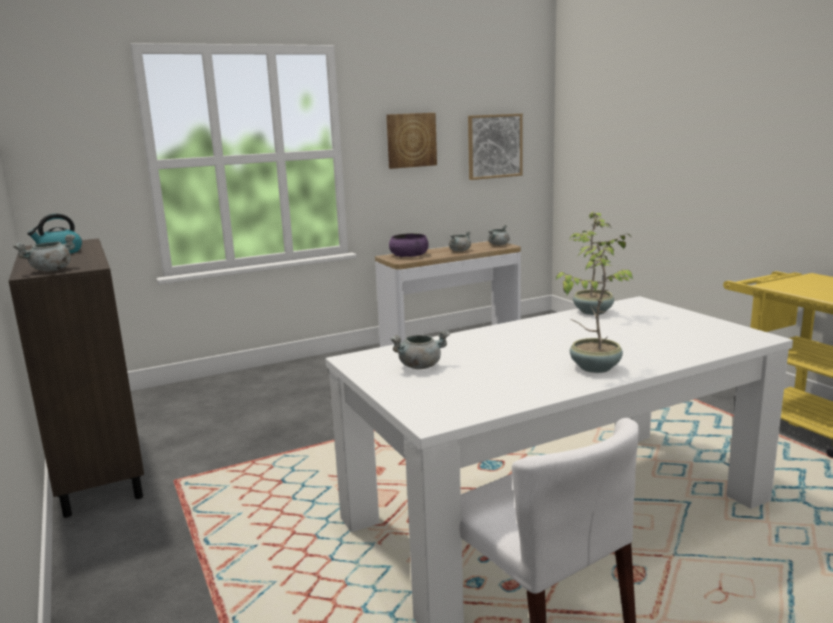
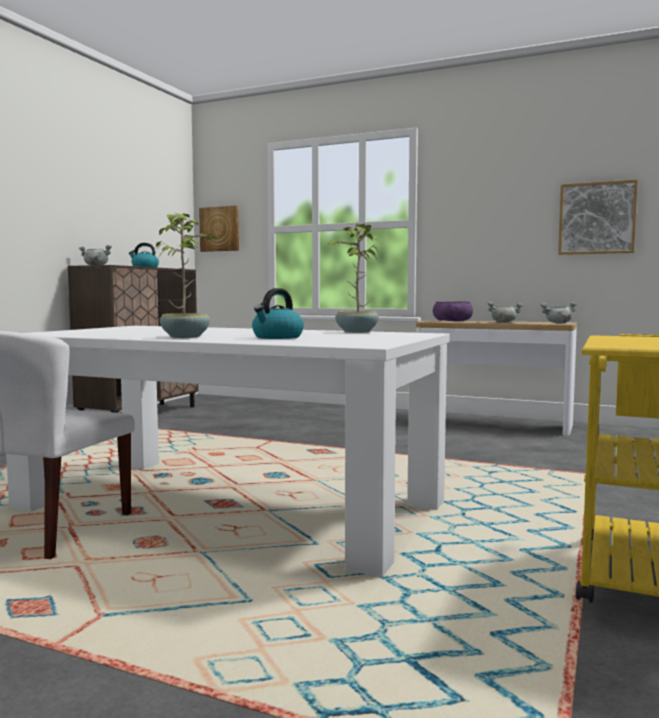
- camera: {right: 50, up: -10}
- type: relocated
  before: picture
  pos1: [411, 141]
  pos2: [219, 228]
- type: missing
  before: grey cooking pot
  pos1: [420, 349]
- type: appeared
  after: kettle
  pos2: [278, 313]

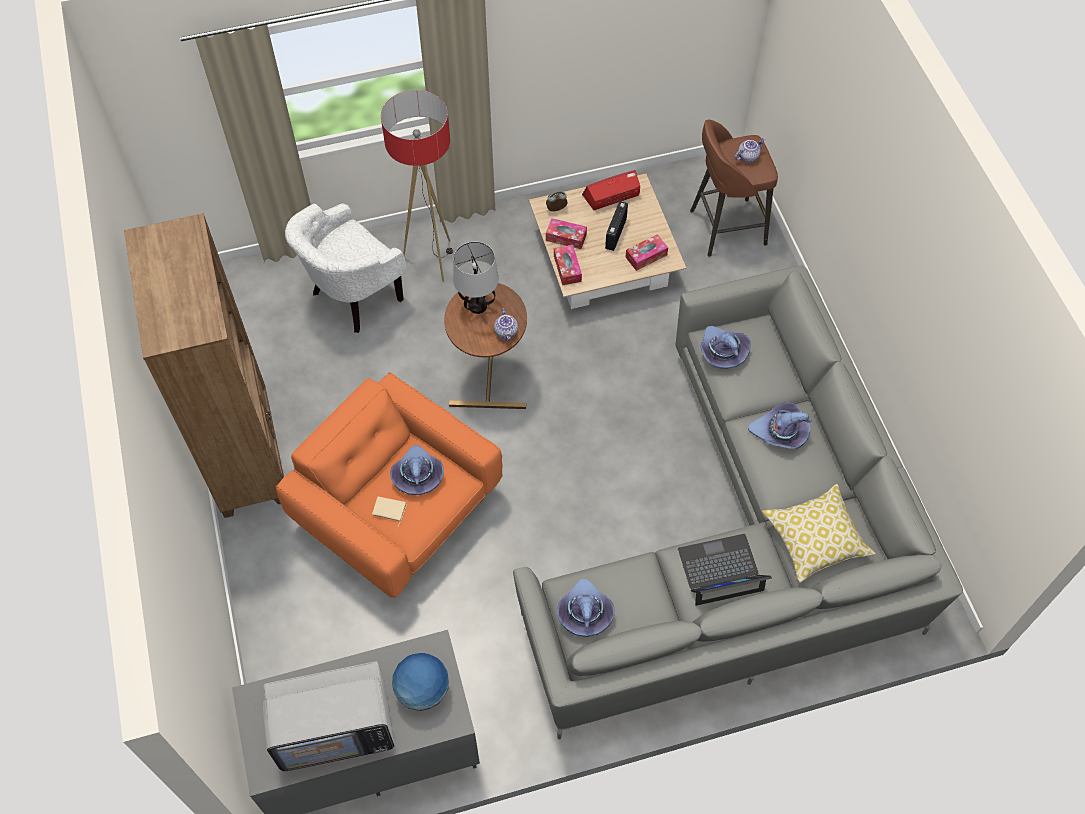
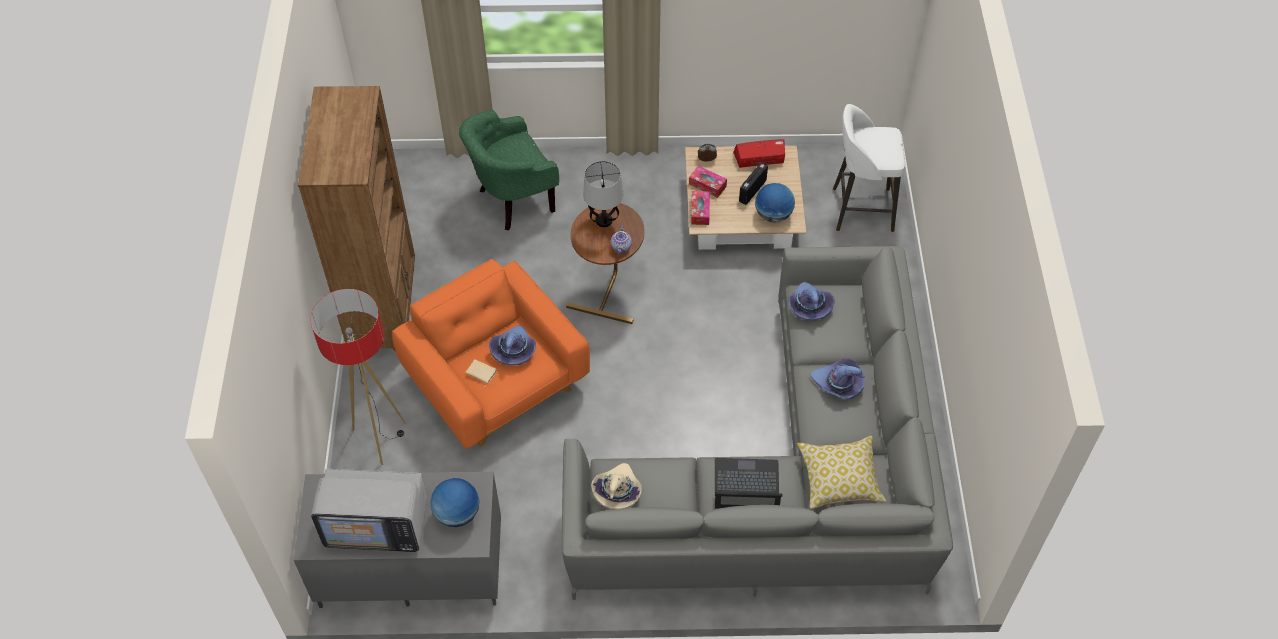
- camera: {right: 15, up: -5}
- type: relocated
  before: floor lamp
  pos1: [417, 186]
  pos2: [358, 377]
- type: colour
  before: brown stool
  after: white stool
  pos1: [734, 188]
  pos2: [869, 168]
- type: missing
  before: teapot
  pos1: [750, 150]
- type: colour
  before: white armchair
  after: green armchair
  pos1: [345, 268]
  pos2: [509, 170]
- type: exchanged
  before: tissue box
  after: globe
  pos1: [647, 252]
  pos2: [775, 203]
- type: colour
  before: purple hat
  after: beige hat
  pos1: [586, 607]
  pos2: [616, 486]

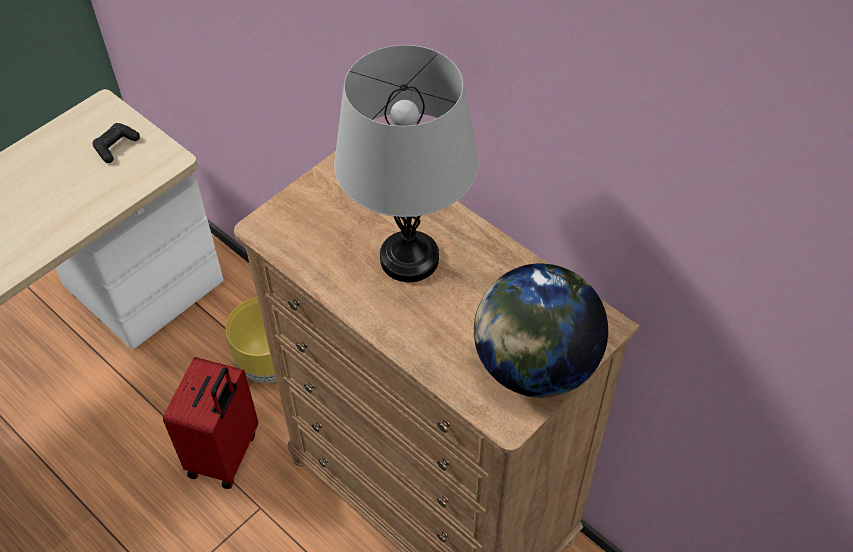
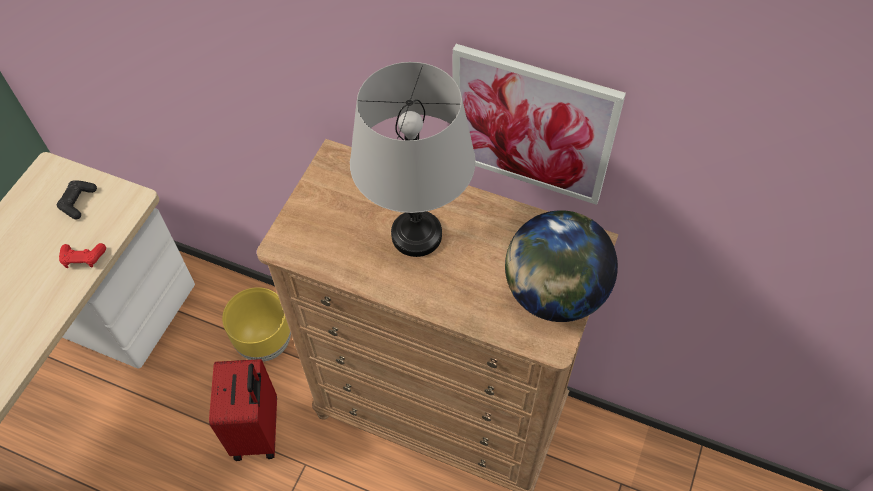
- camera: {right: -20, up: 5}
- type: appeared
  after: picture
  pos2: [539, 124]
- type: appeared
  after: red game controller
  pos2: [82, 255]

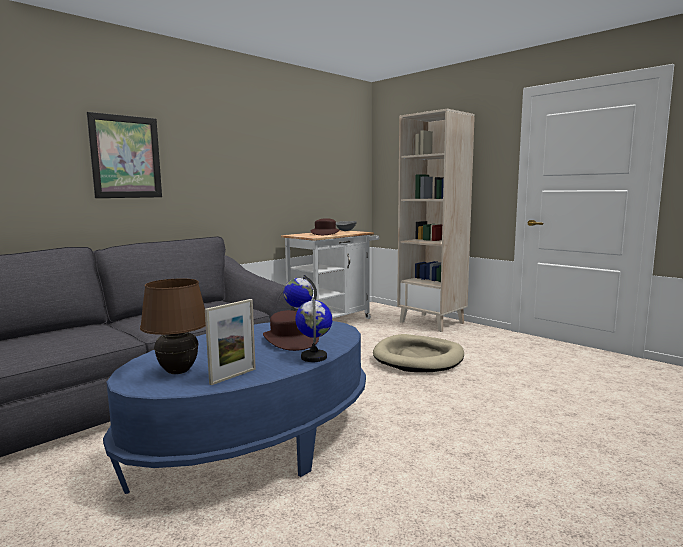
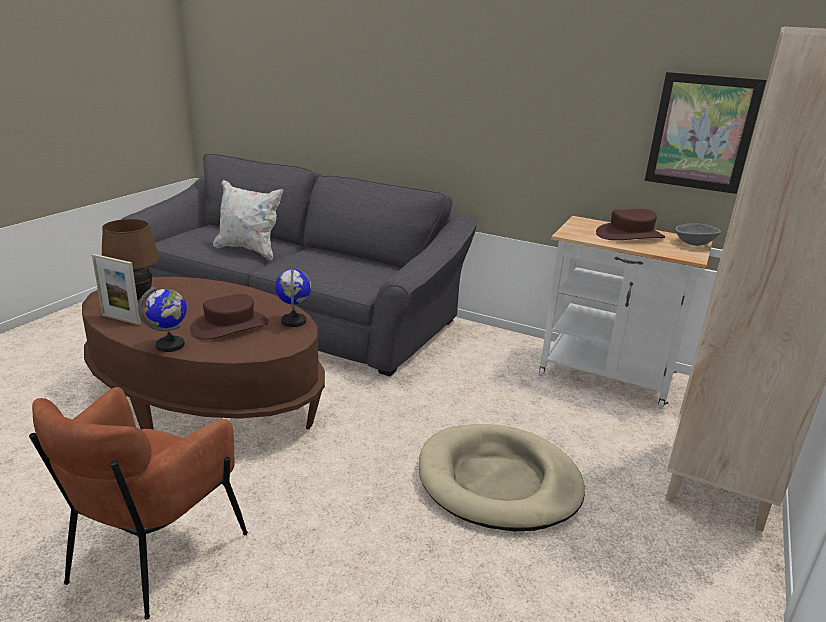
- camera: {right: 70, up: 15}
- type: relocated
  before: picture
  pos1: [124, 155]
  pos2: [706, 133]
- type: colour
  before: blue coffee table
  after: brown coffee table
  pos1: [234, 407]
  pos2: [203, 353]
- type: appeared
  after: white pillow
  pos2: [248, 220]
- type: appeared
  after: brown armchair
  pos2: [138, 503]

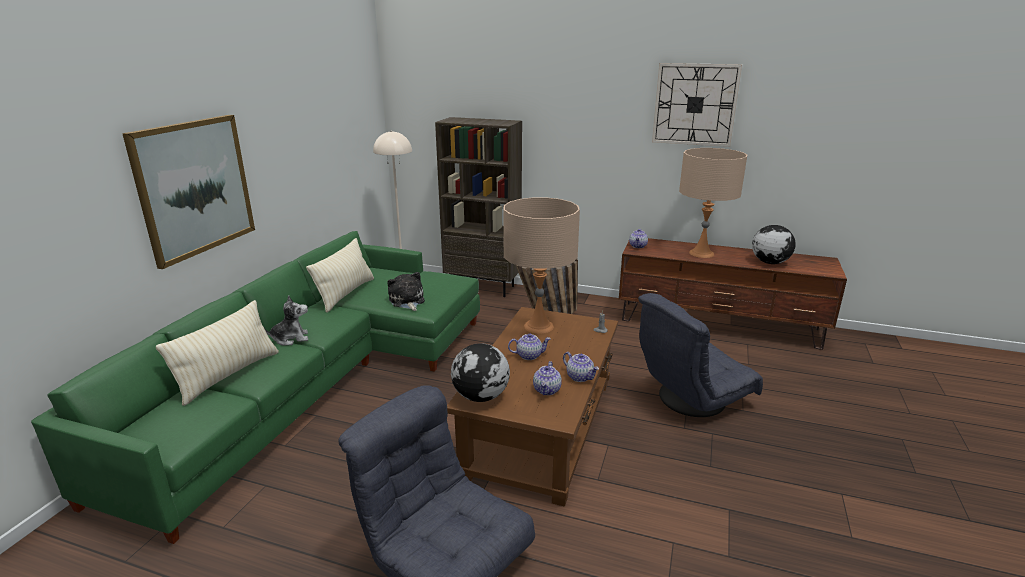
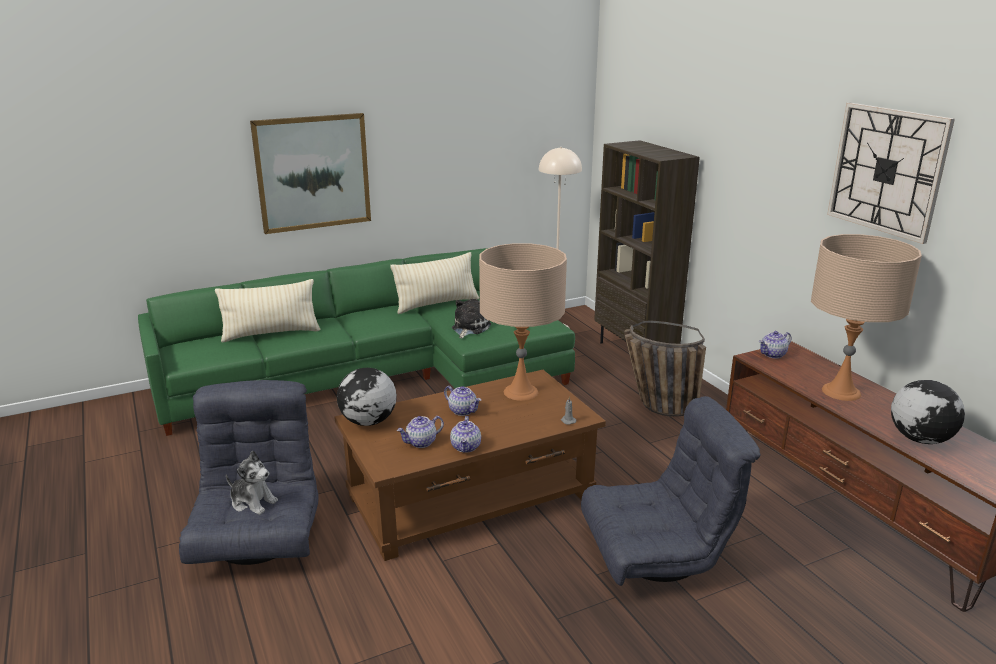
- camera: {right: 45, up: 0}
- type: spun
  before: grey armchair
  pos1: [700, 355]
  pos2: [671, 491]
  turn: 150
- type: relocated
  before: plush toy
  pos1: [286, 320]
  pos2: [252, 483]

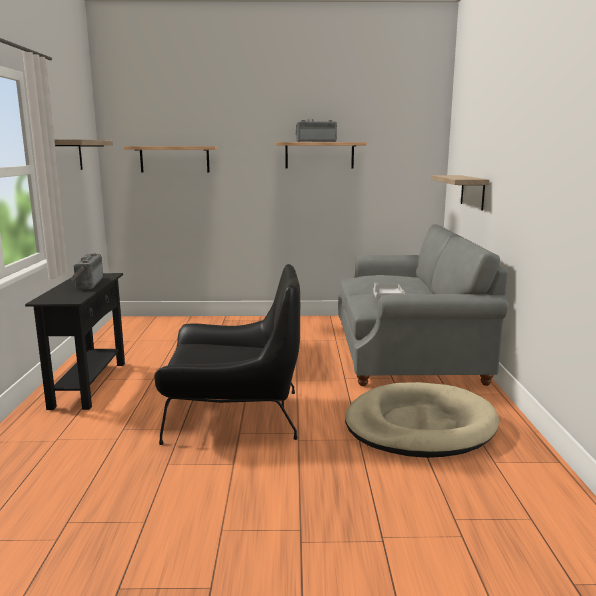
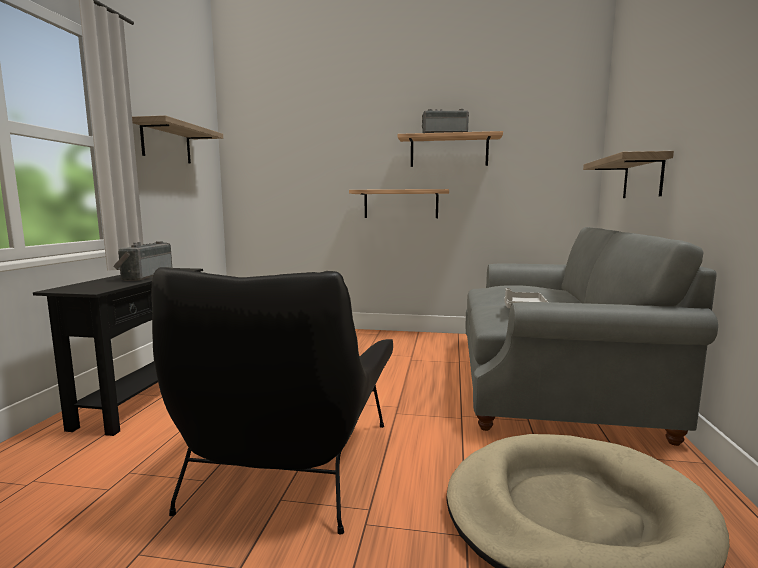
- camera: {right: 10, up: -5}
- type: relocated
  before: shelf
  pos1: [170, 159]
  pos2: [399, 203]
- type: spun
  before: black armchair
  pos1: [227, 354]
  pos2: [272, 401]
  turn: 90

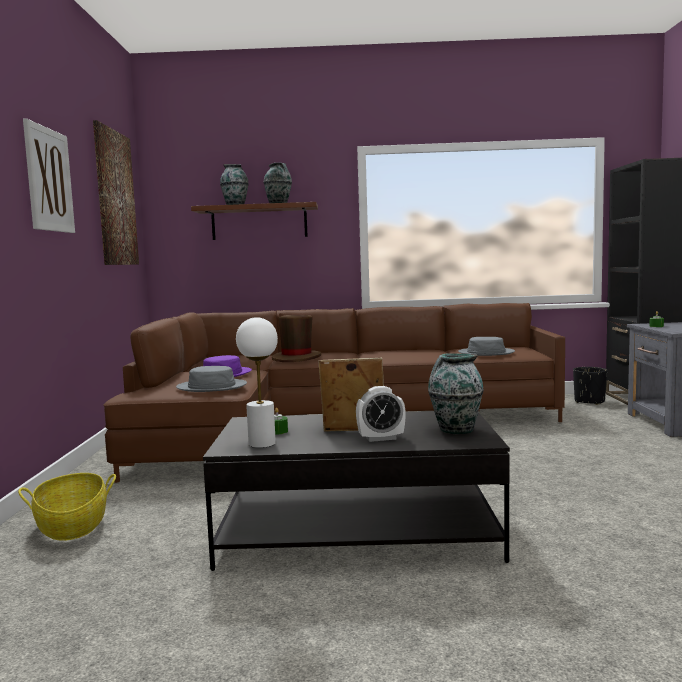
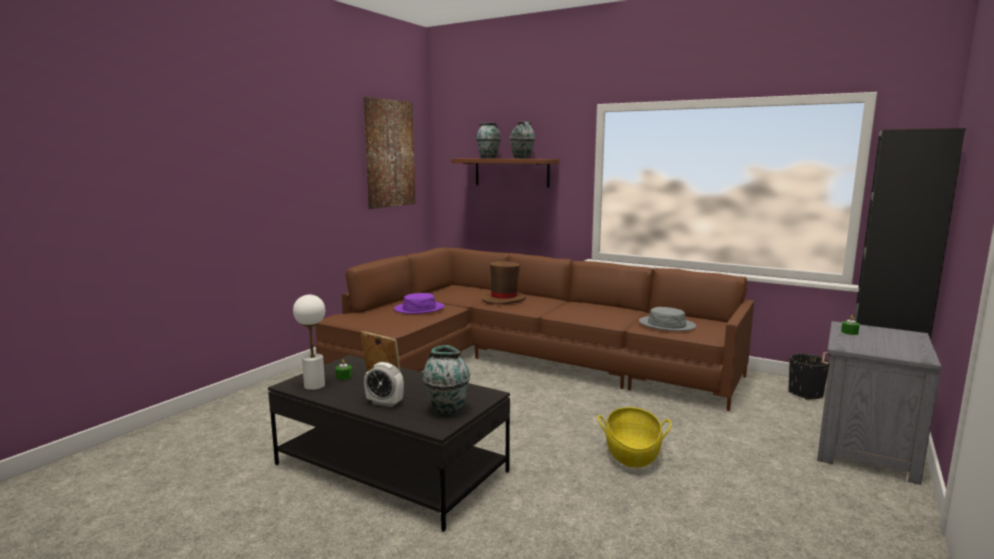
- camera: {right: 30, up: 5}
- type: missing
  before: picture
  pos1: [49, 175]
- type: missing
  before: grey hat
  pos1: [211, 379]
- type: relocated
  before: basket
  pos1: [67, 507]
  pos2: [634, 437]

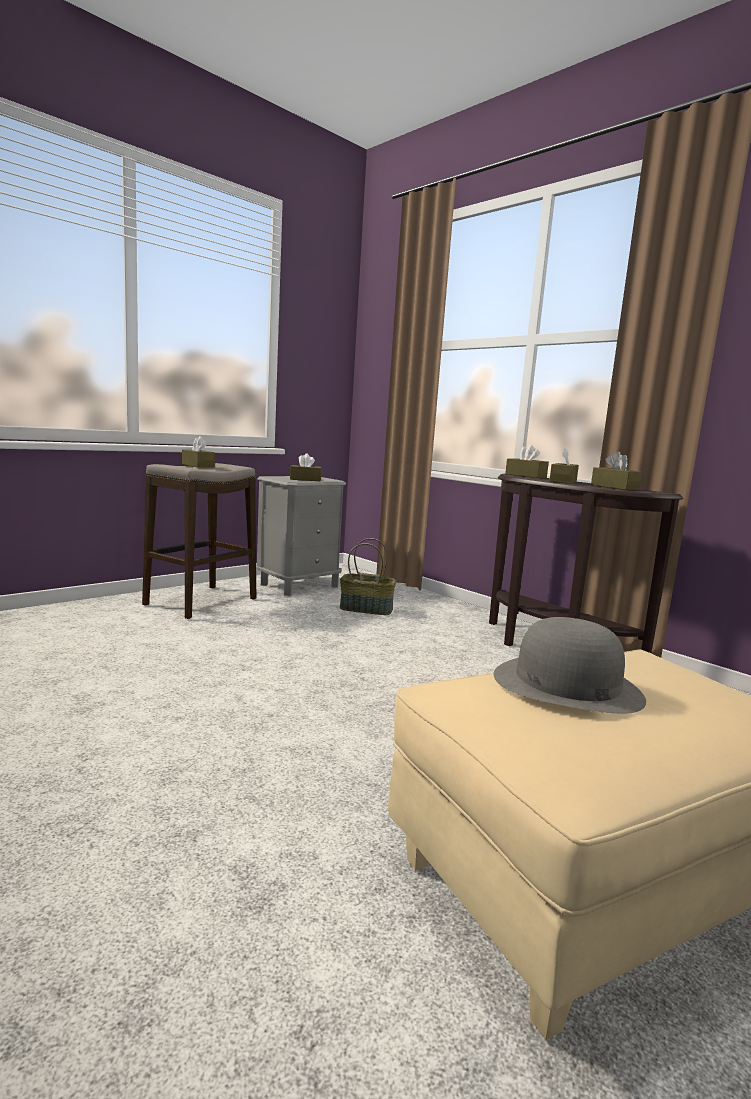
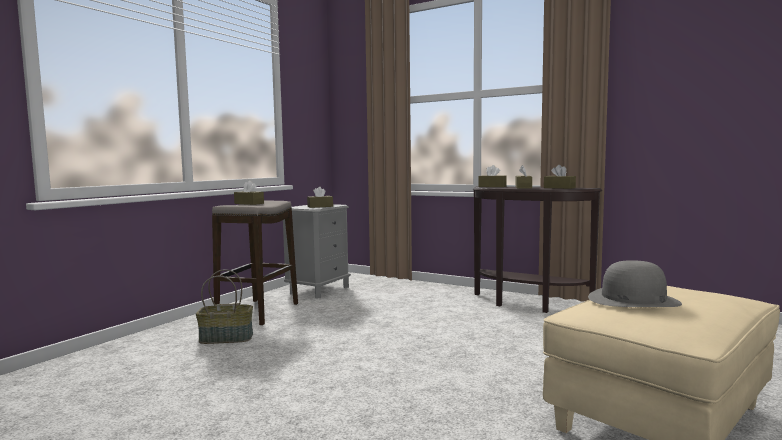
- camera: {right: -15, up: -5}
- type: relocated
  before: basket
  pos1: [368, 576]
  pos2: [224, 306]

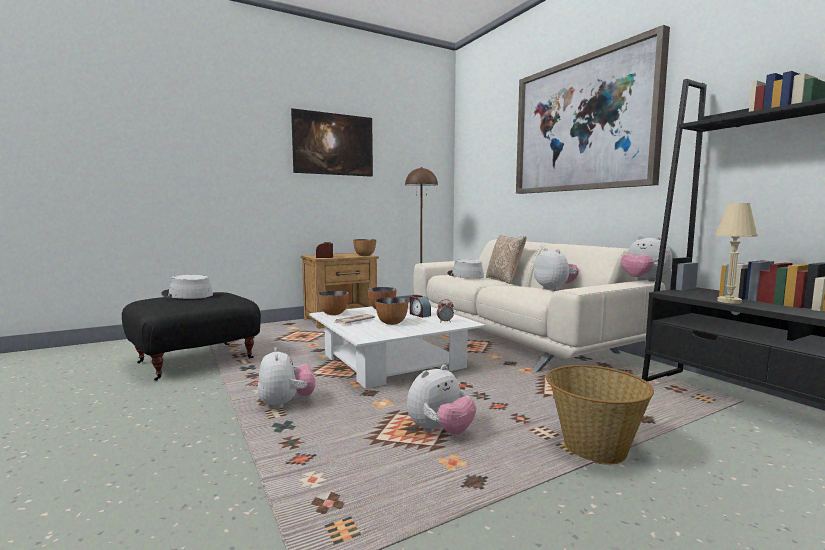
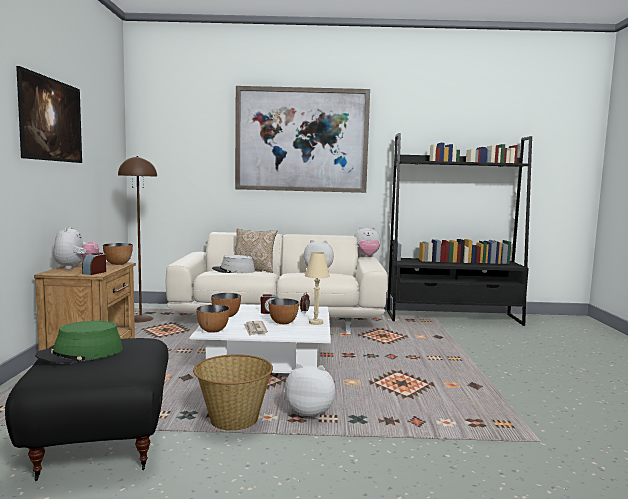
- camera: {right: -60, up: 0}
- type: relocated
  before: beige table lamp
  pos1: [736, 253]
  pos2: [317, 288]
- type: colour
  before: grey hat
  after: green hat
  pos1: [187, 287]
  pos2: [79, 342]
- type: relocated
  before: plush toy
  pos1: [441, 400]
  pos2: [76, 247]
- type: relocated
  before: basket
  pos1: [600, 414]
  pos2: [233, 392]

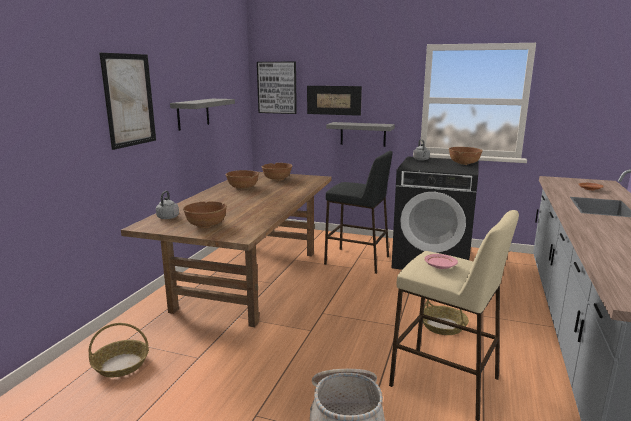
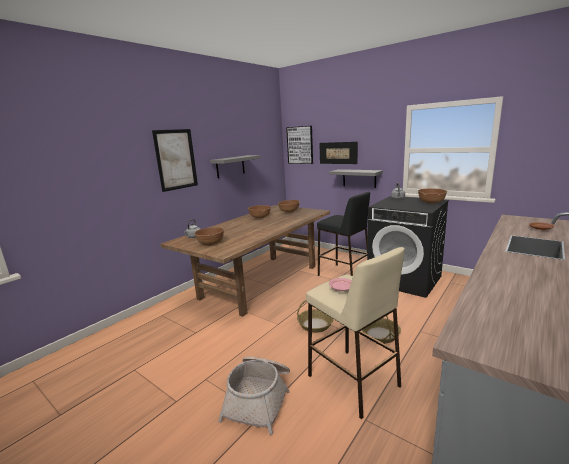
- camera: {right: 20, up: 0}
- type: relocated
  before: basket
  pos1: [119, 350]
  pos2: [315, 316]

